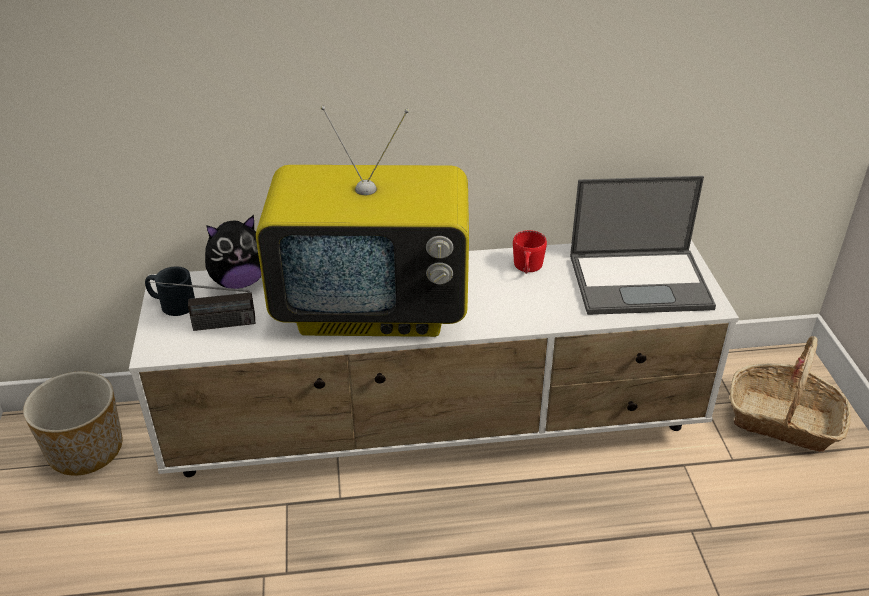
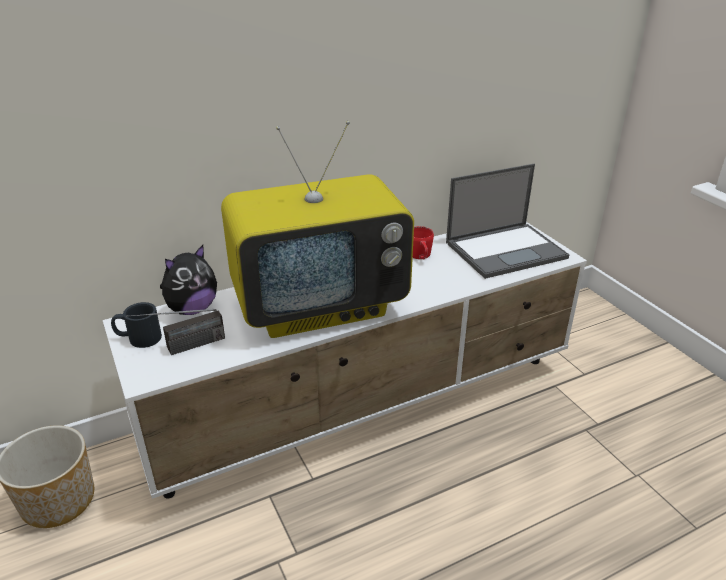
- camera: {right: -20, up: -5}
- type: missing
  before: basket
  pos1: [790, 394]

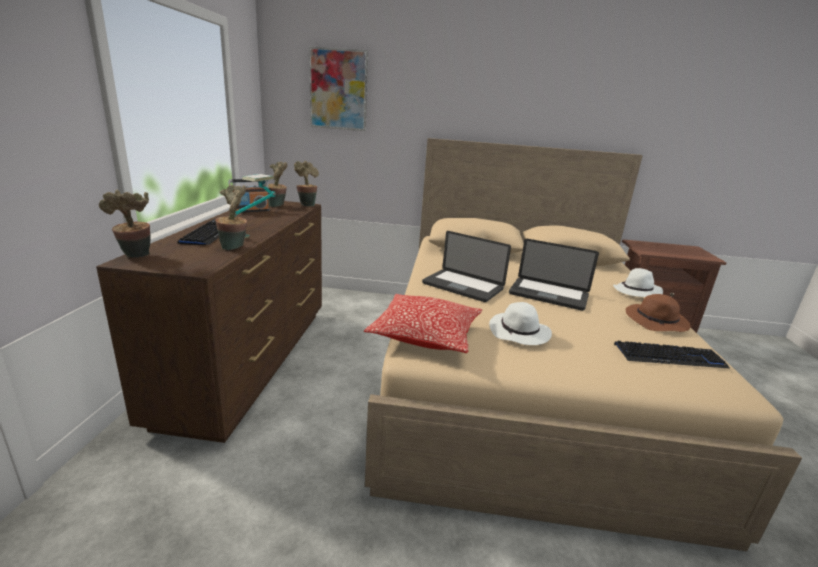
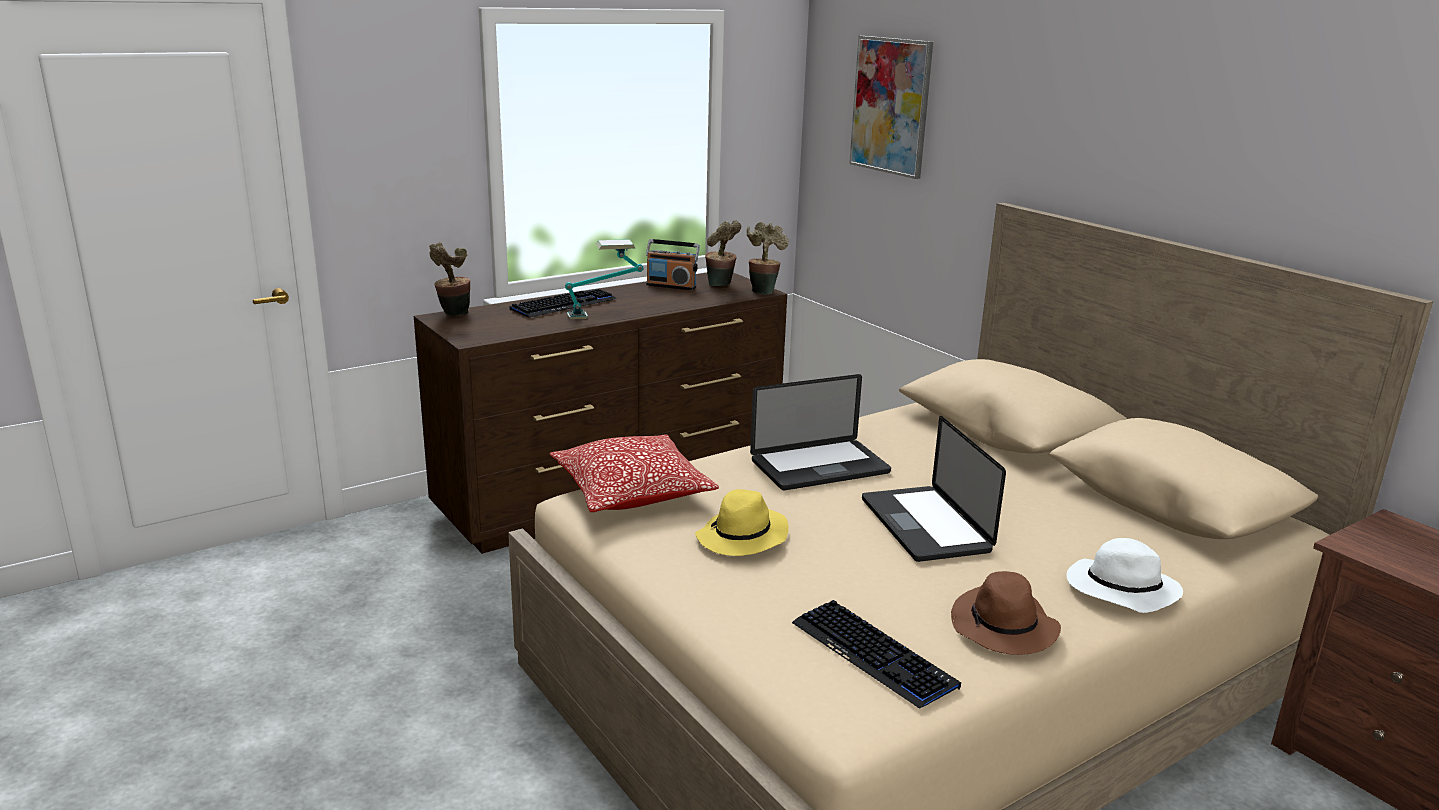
- camera: {right: 50, up: 0}
- type: missing
  before: potted plant
  pos1: [231, 217]
- type: spun
  before: laptop
  pos1: [466, 266]
  pos2: [820, 432]
  turn: -105
- type: colour
  before: white hat
  after: yellow hat
  pos1: [520, 323]
  pos2: [741, 522]

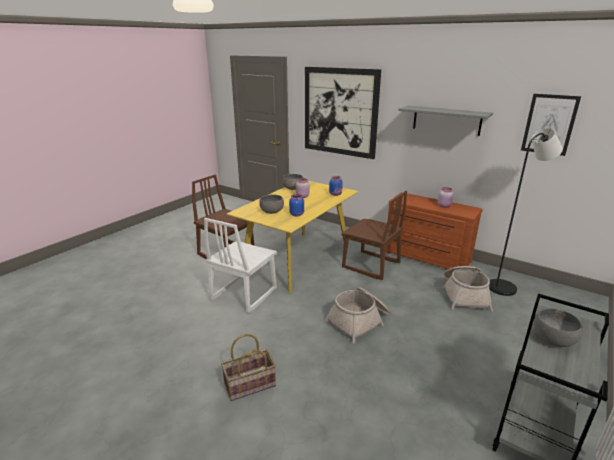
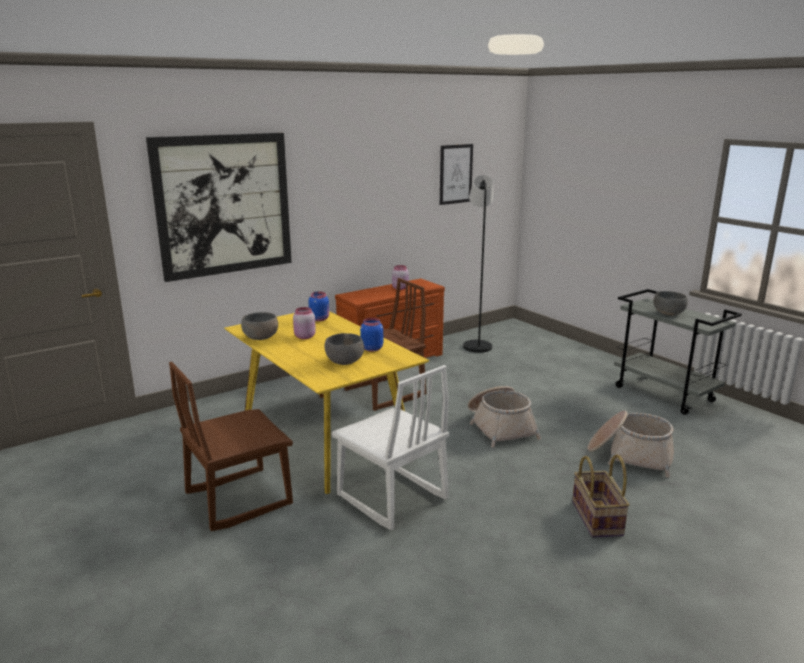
- camera: {right: -70, up: -5}
- type: missing
  before: grey shelf
  pos1: [445, 121]
- type: relocated
  before: basket
  pos1: [467, 288]
  pos2: [631, 444]

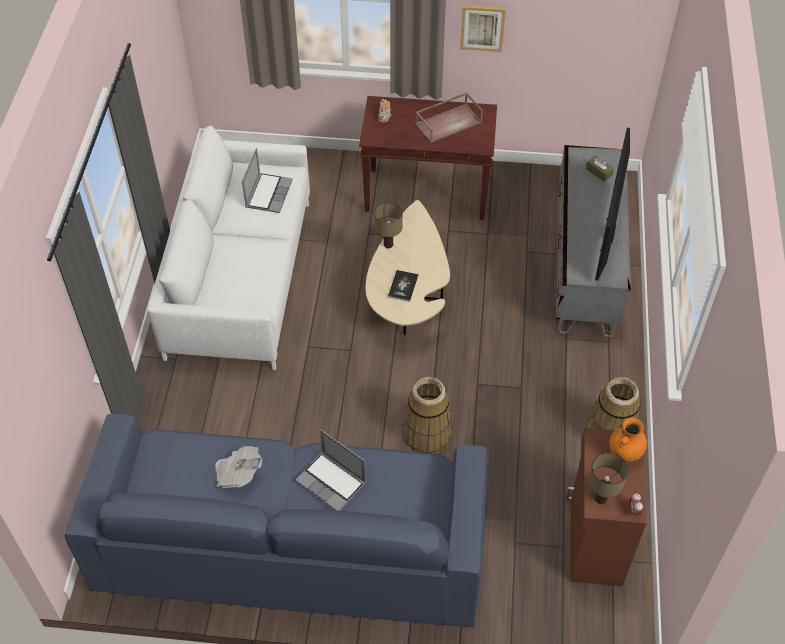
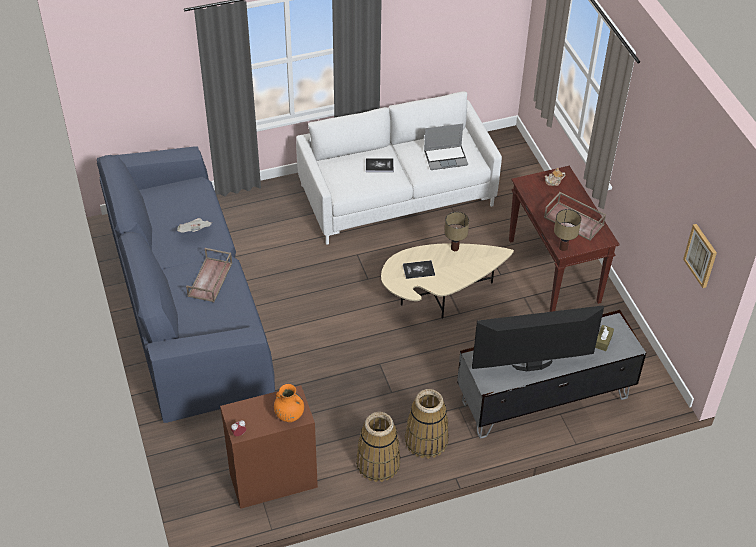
- camera: {right: 65, up: -5}
- type: relocated
  before: picture
  pos1: [483, 28]
  pos2: [700, 256]
- type: relocated
  before: basket
  pos1: [427, 415]
  pos2: [427, 424]
- type: exchanged
  before: laptop
  after: brown tray
  pos1: [330, 470]
  pos2: [209, 275]
- type: relocated
  before: table lamp
  pos1: [608, 478]
  pos2: [567, 230]
- type: appeared
  after: book
  pos2: [380, 165]

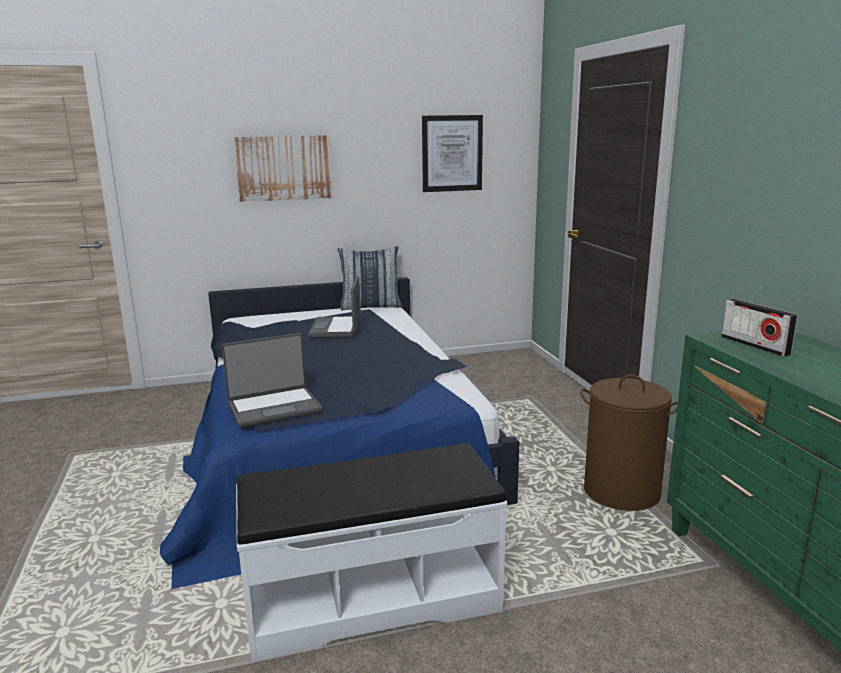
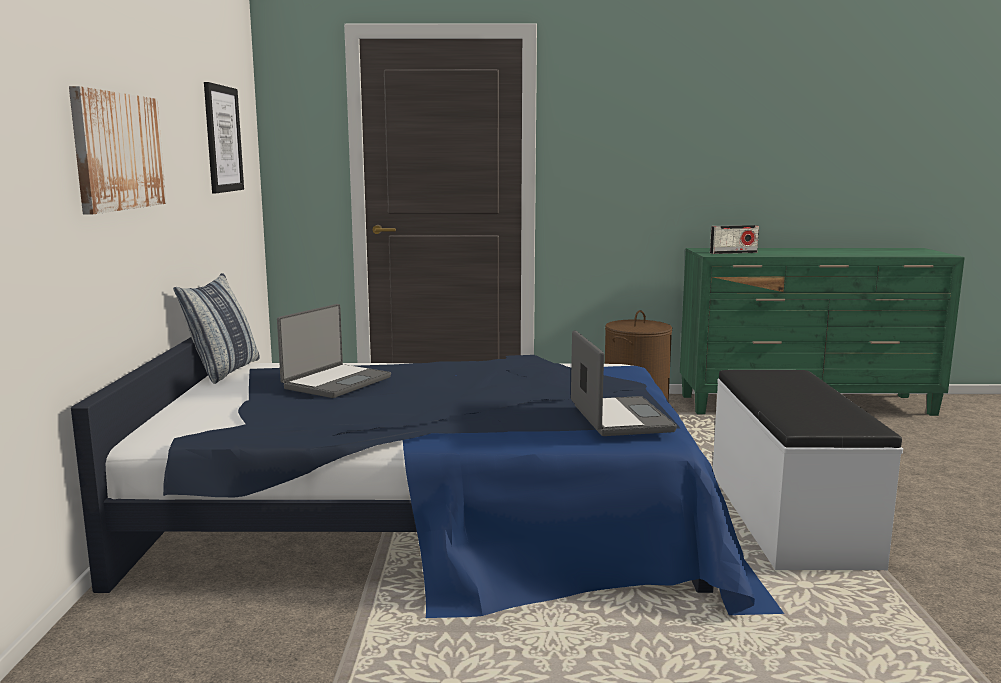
- camera: {right: -75, up: -5}
- type: spun
  before: laptop
  pos1: [334, 306]
  pos2: [334, 351]
  turn: -75

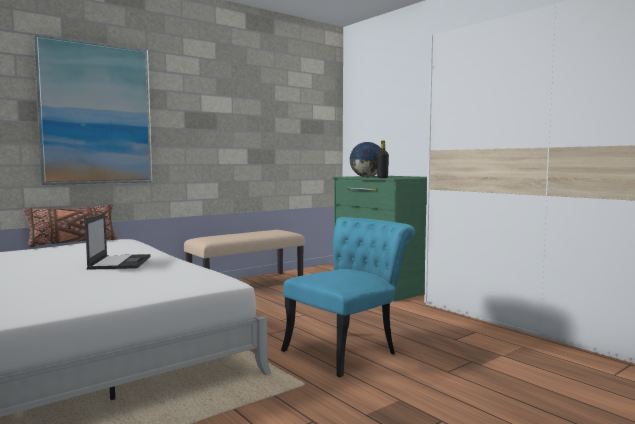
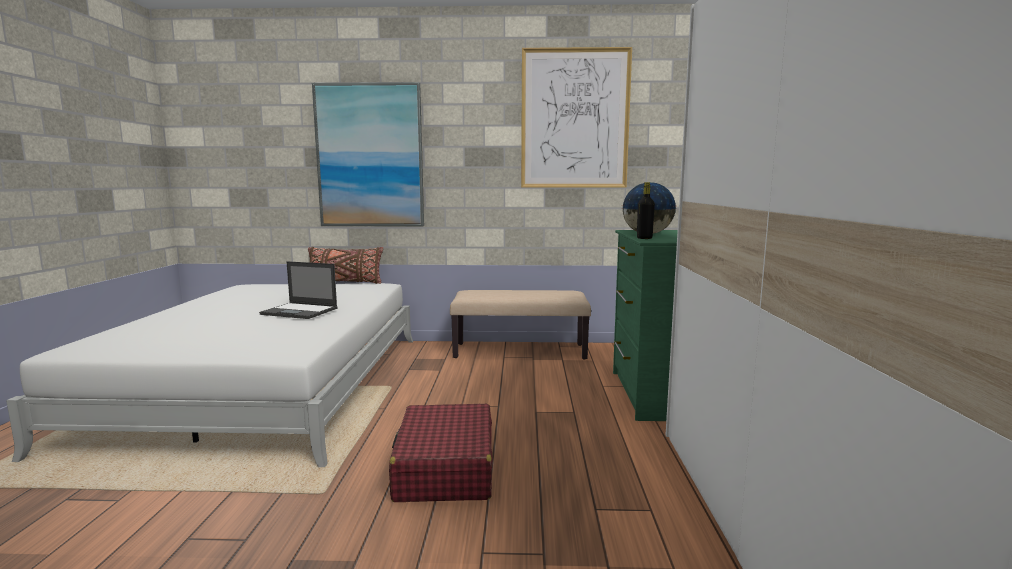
- camera: {right: 40, up: 5}
- type: spun
  before: laptop
  pos1: [117, 241]
  pos2: [298, 290]
  turn: 75
- type: exchanged
  before: turquoise chair
  after: red suitcase
  pos1: [348, 297]
  pos2: [441, 453]
- type: appeared
  after: picture
  pos2: [576, 117]

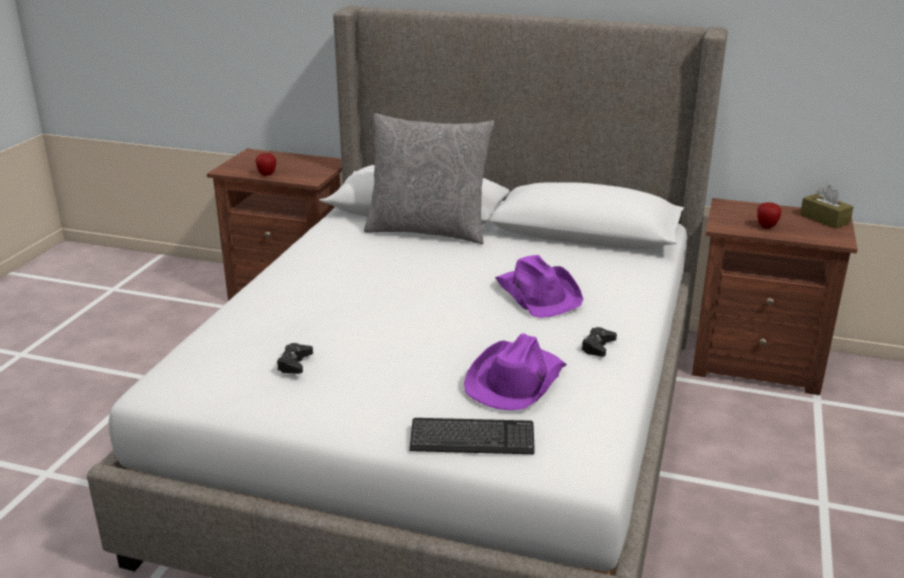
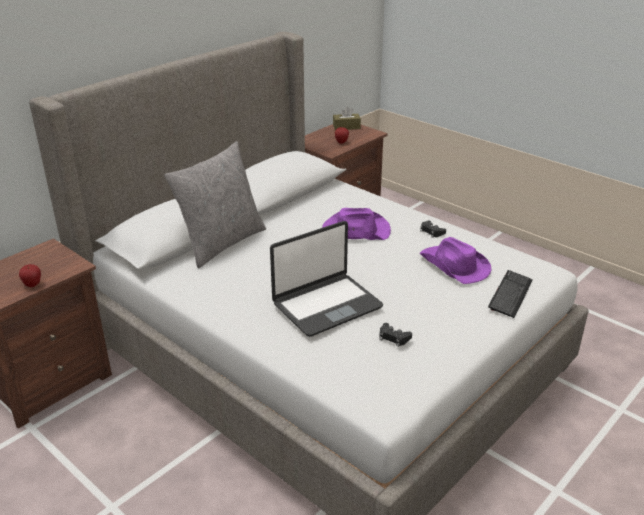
- camera: {right: -65, up: 5}
- type: appeared
  after: laptop
  pos2: [326, 279]

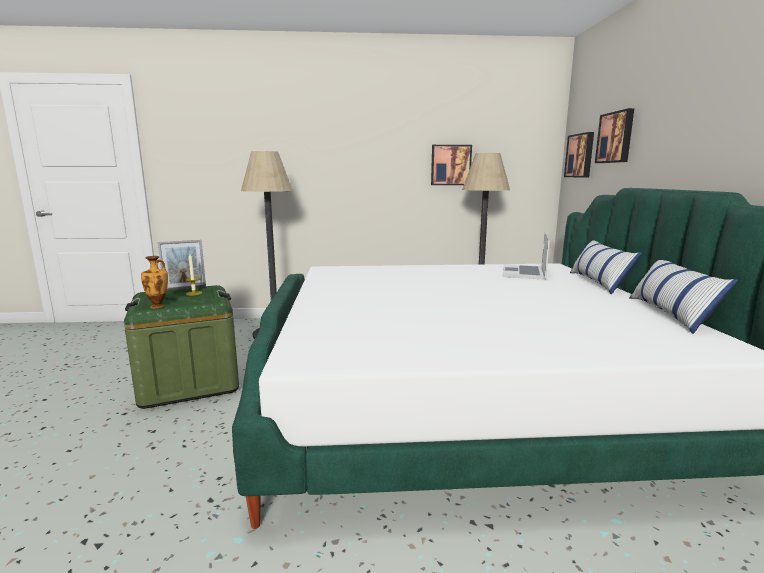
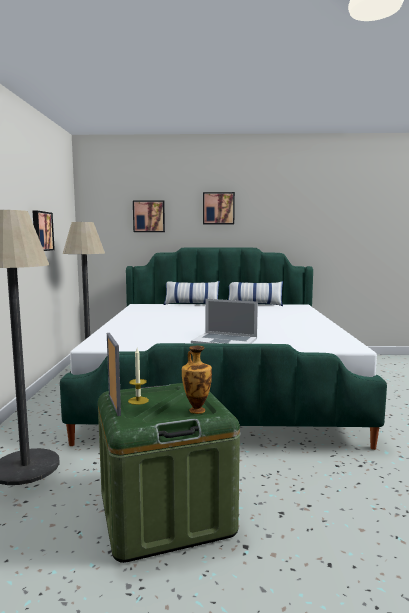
- camera: {right: -85, up: -5}
- type: relocated
  before: picture
  pos1: [579, 154]
  pos2: [219, 208]
- type: relocated
  before: laptop
  pos1: [526, 256]
  pos2: [224, 321]

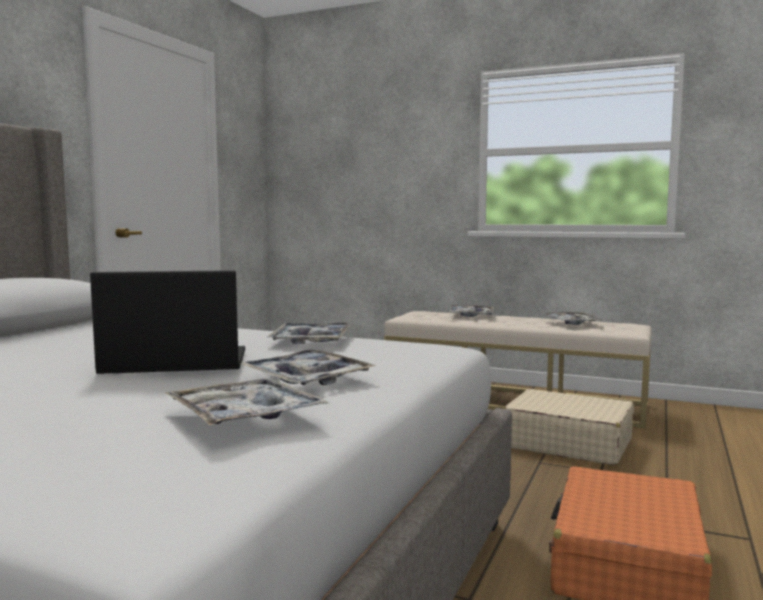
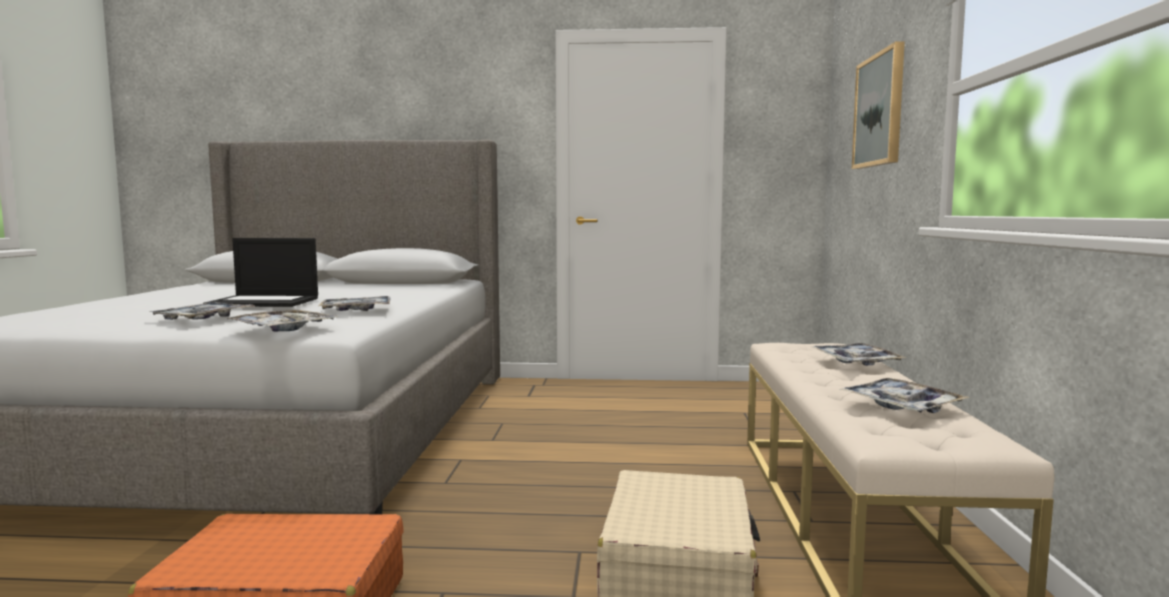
- camera: {right: 70, up: 0}
- type: spun
  before: laptop
  pos1: [167, 322]
  pos2: [261, 272]
  turn: 120
- type: relocated
  before: tray
  pos1: [247, 401]
  pos2: [283, 320]
- type: appeared
  after: picture
  pos2: [878, 105]

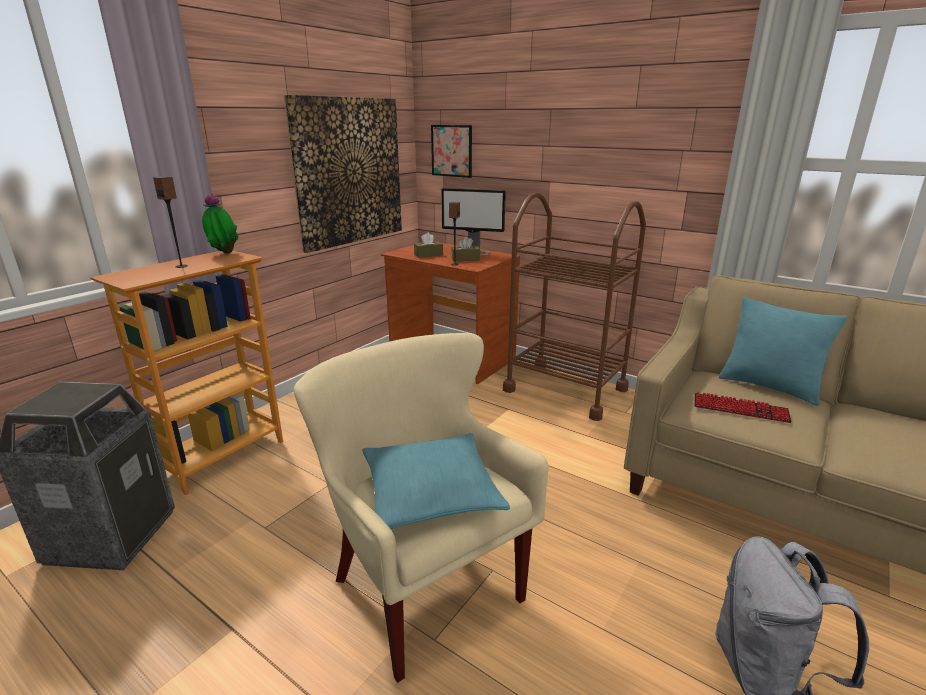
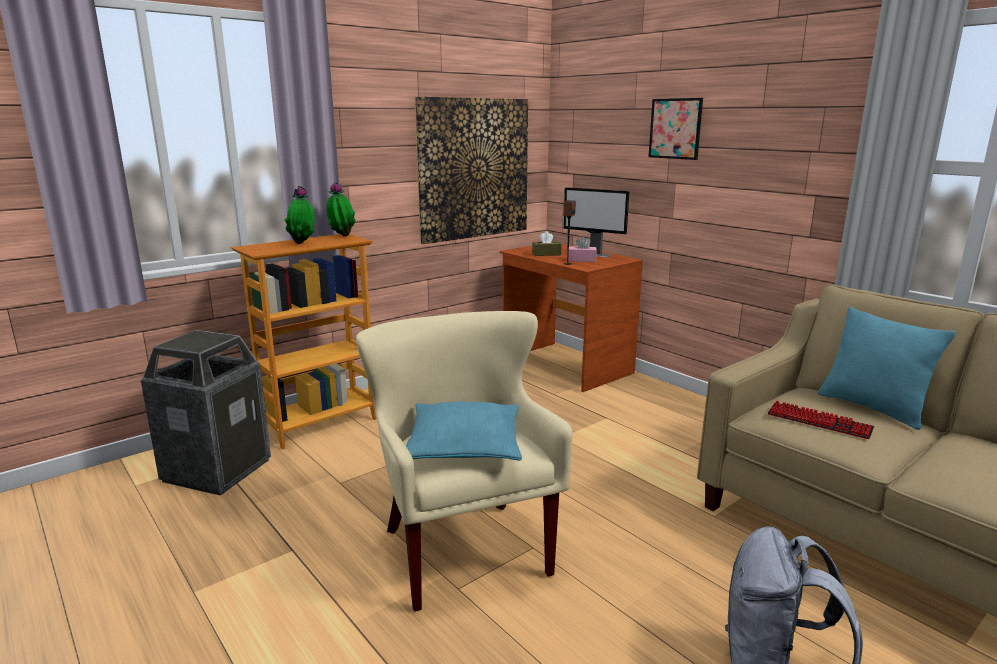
- camera: {right: 15, up: -5}
- type: relocated
  before: picture
  pos1: [451, 151]
  pos2: [675, 129]
- type: exchanged
  before: speaker
  after: potted plant
  pos1: [170, 222]
  pos2: [300, 215]
- type: missing
  before: brown cart
  pos1: [574, 306]
- type: colour
  before: brown tissue box
  after: pink tissue box
  pos1: [465, 249]
  pos2: [582, 249]

